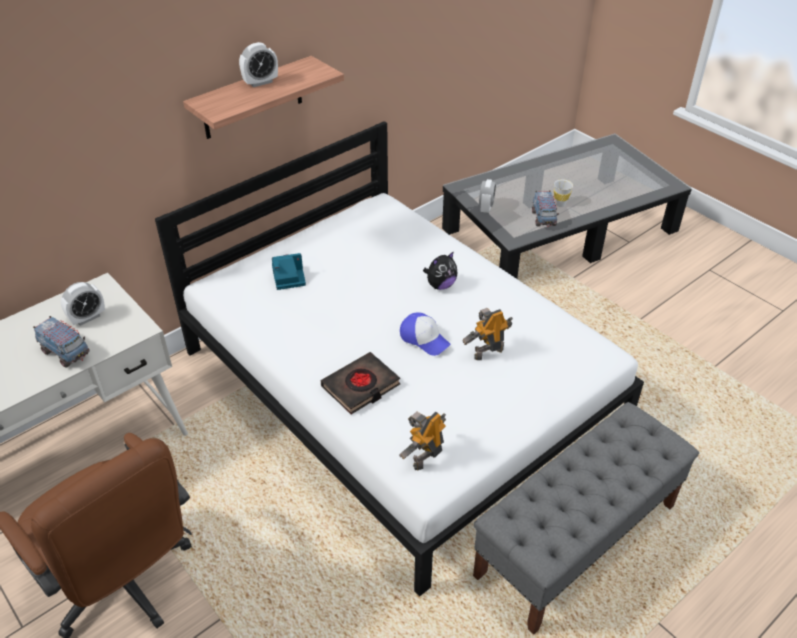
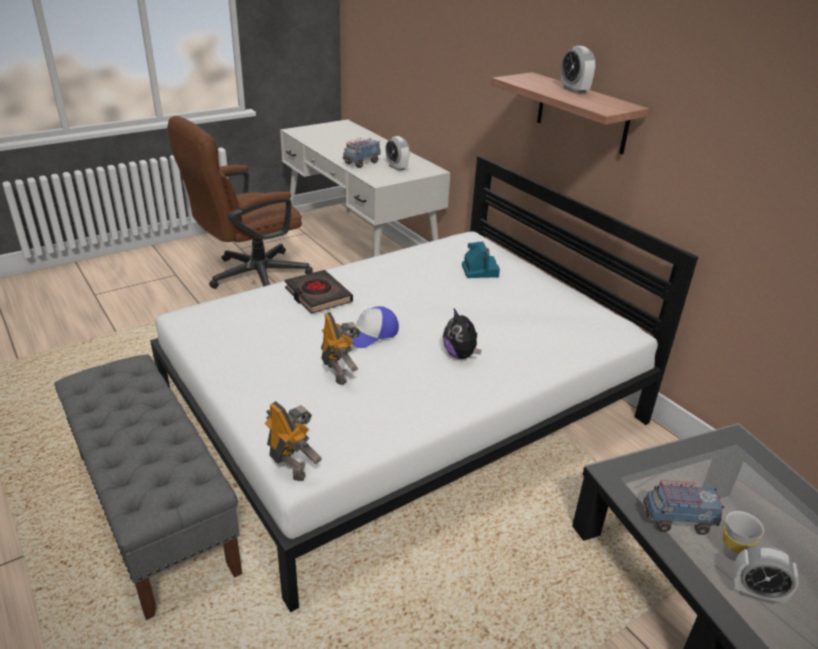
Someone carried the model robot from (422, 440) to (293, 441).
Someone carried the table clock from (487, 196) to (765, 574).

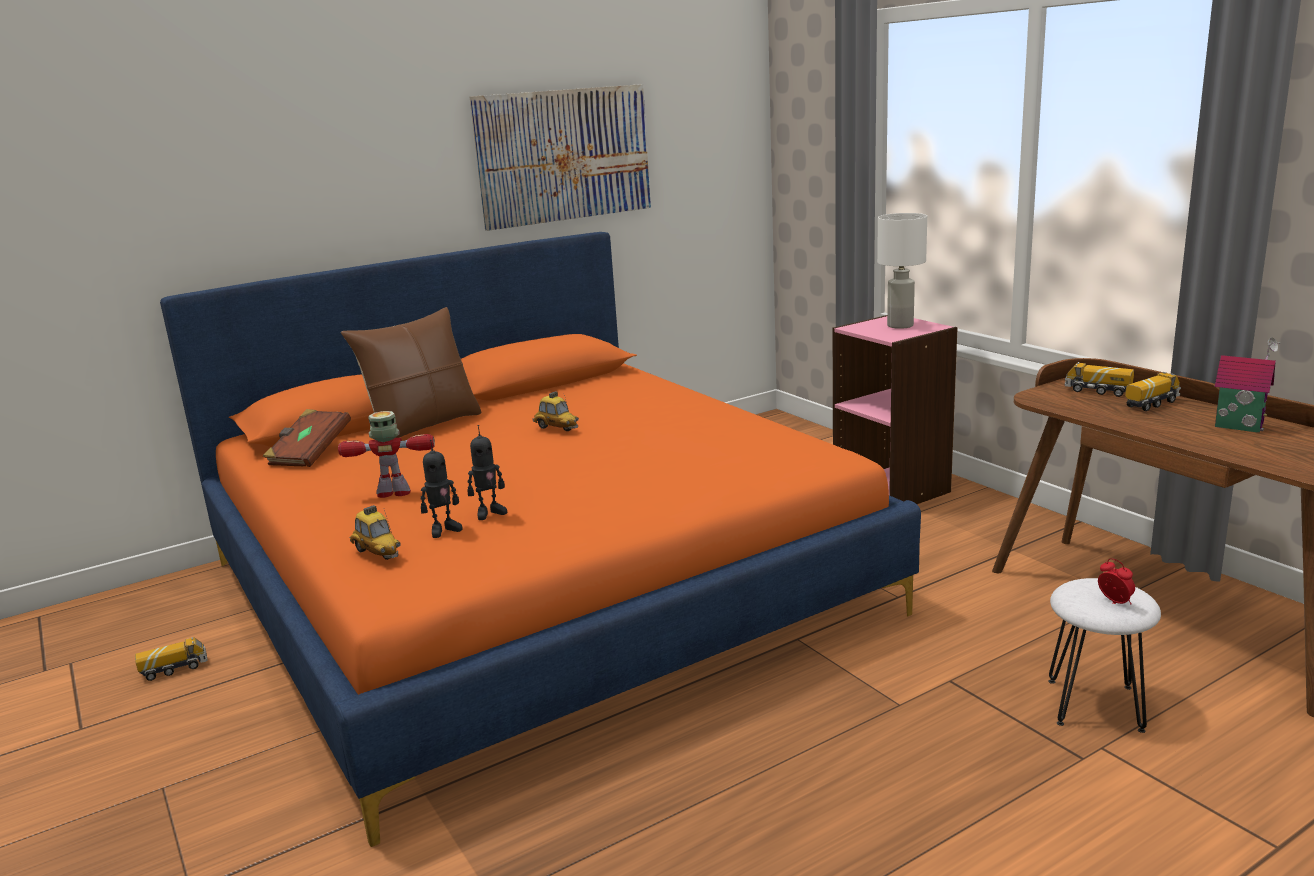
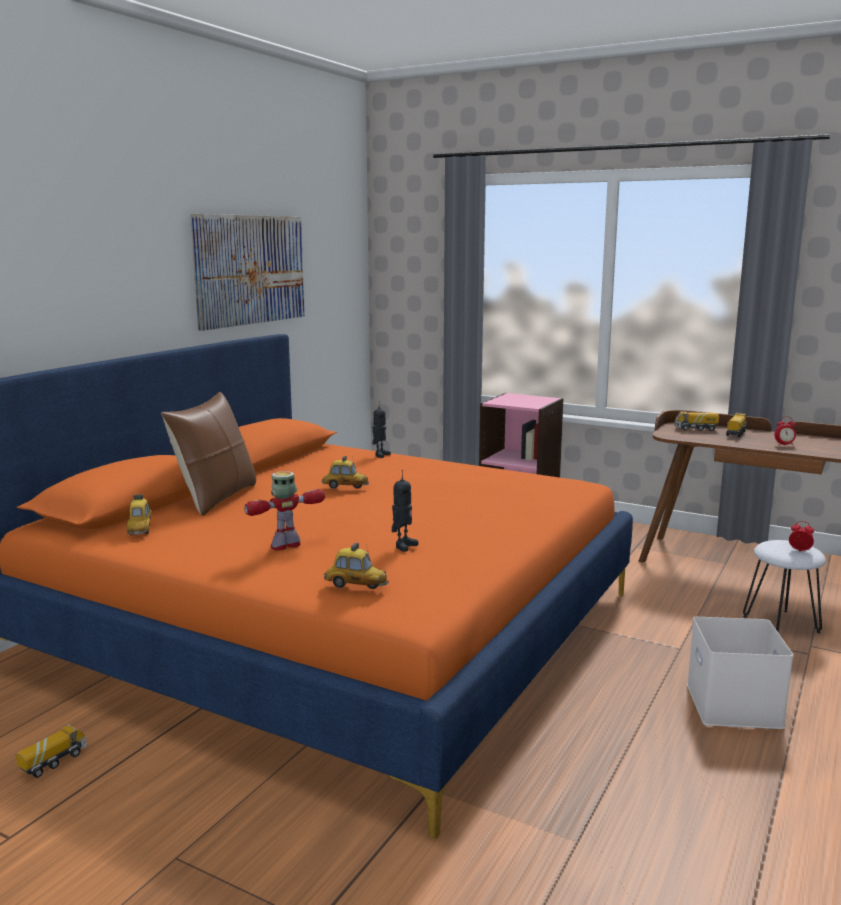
Someone took away the whitish tabletop lamp at (902, 271).
Someone took away the toy house at (1248, 385).
Someone put down the whitish storage bin at (740, 673).
Someone put down the table clock at (785, 431).
Someone carried the model robot from (442, 489) to (382, 430).
Someone swapped the brownish volume at (307, 438) for the miniature car at (139, 515).

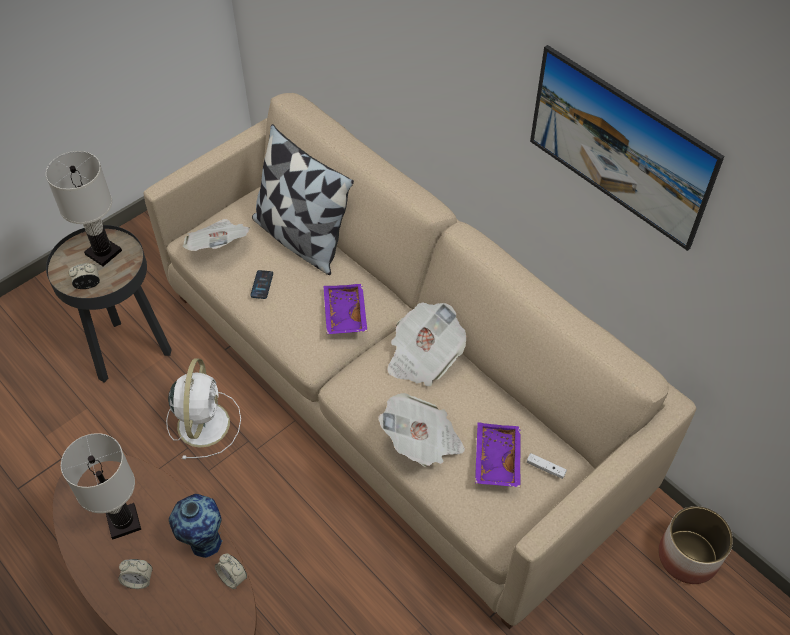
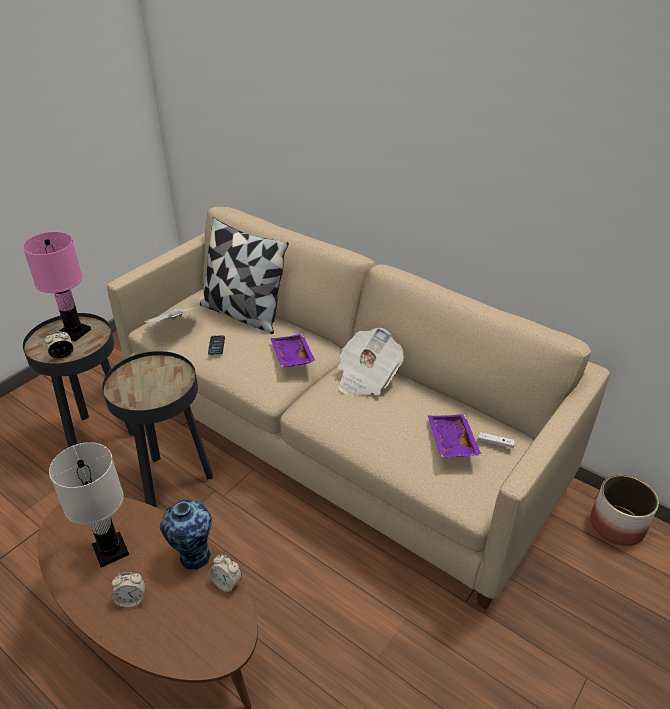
Someone took away the printed paper at (421, 430).
Someone took away the picture at (627, 148).
Someone swapped the whitish fan at (203, 409) for the blackish side table at (157, 429).
Someone repainted the whitish tabletop lamp at (84, 208), which became the pink-coloured tabletop lamp at (57, 286).

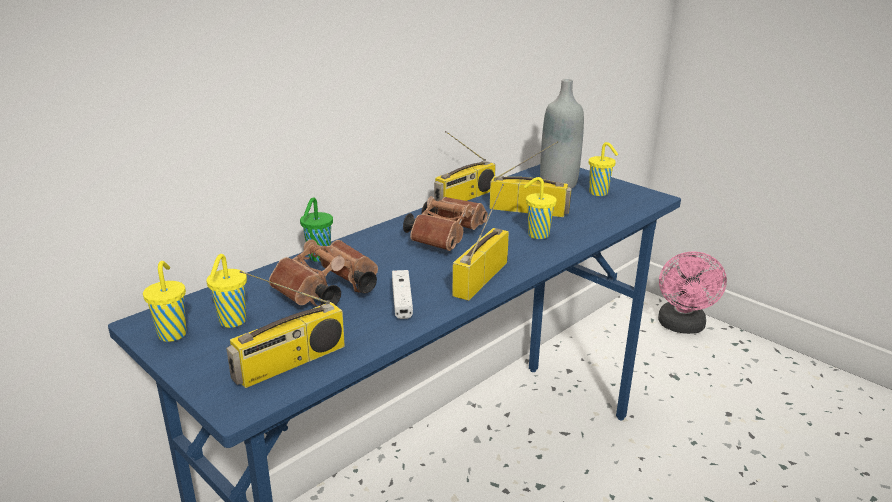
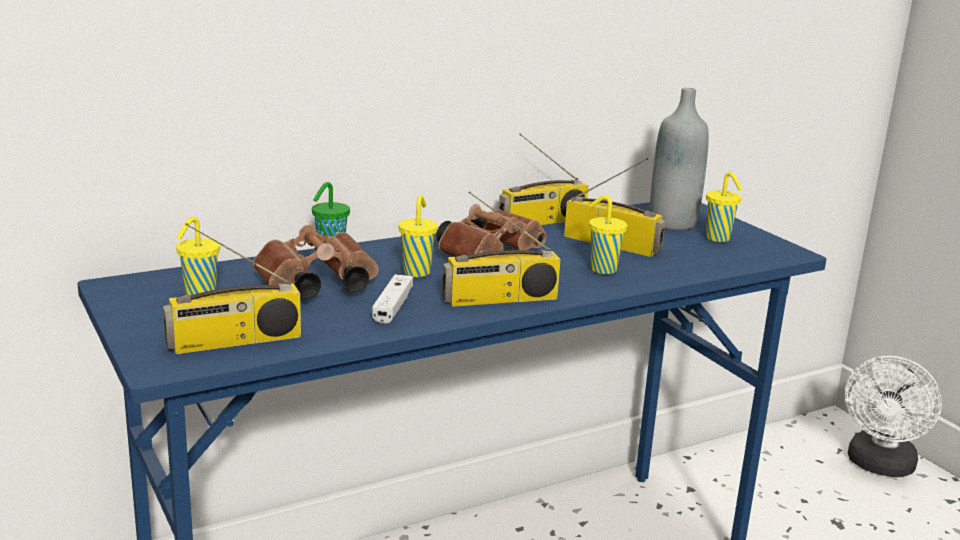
Someone carried the yellowish cup from (165, 301) to (418, 236).
Someone repainted the pink-coloured fan at (692, 293), which became the whitish fan at (893, 416).
Someone rotated the radio set at (480, 242) by 150 degrees counterclockwise.

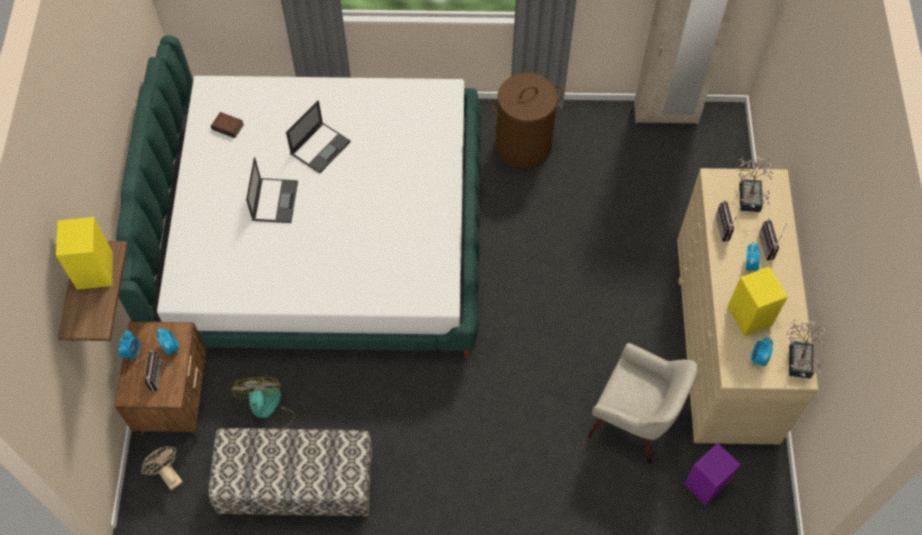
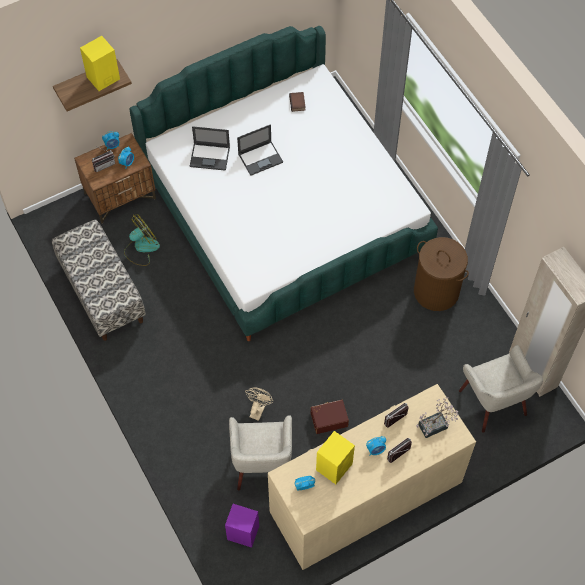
Someone took away the houseplant at (807, 349).
Someone put down the brownish storage bin at (330, 417).
Someone put down the sand-coloured lounge chair at (501, 389).
Someone carried the sand-coloured fan from (162, 468) to (259, 404).
Someone carried the portable computer from (318, 137) to (210, 148).

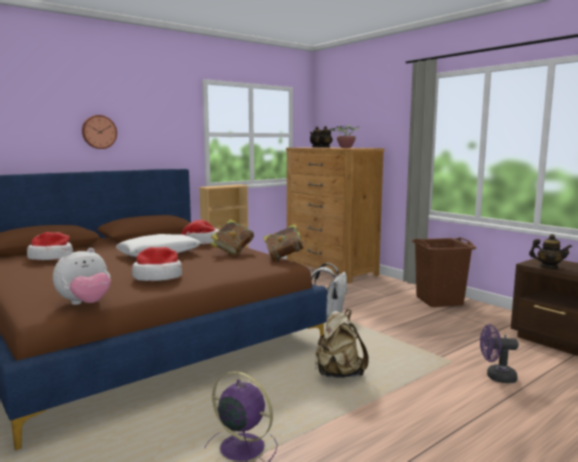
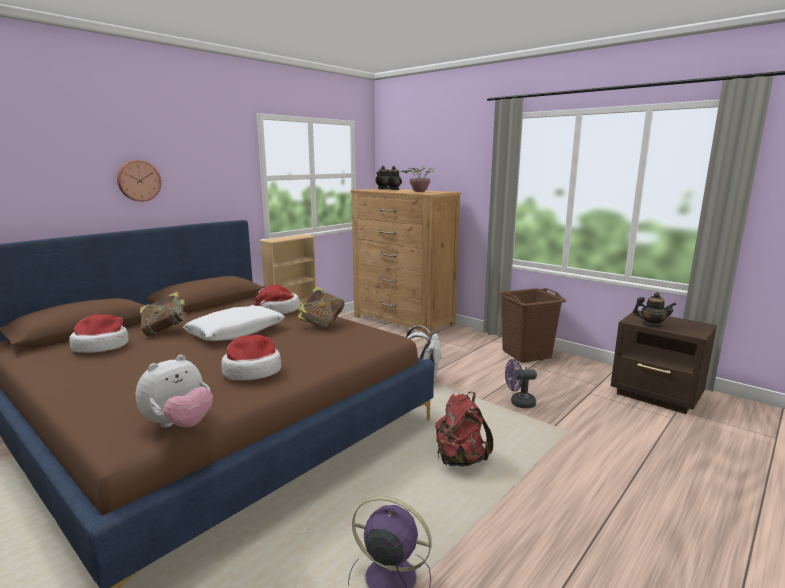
Someone carried the volume from (285, 242) to (163, 314).
Someone carried the purple-coloured fan from (499, 353) to (521, 383).
Someone repainted the sand-coloured knapsack at (342, 343), which became the reddish knapsack at (464, 429).

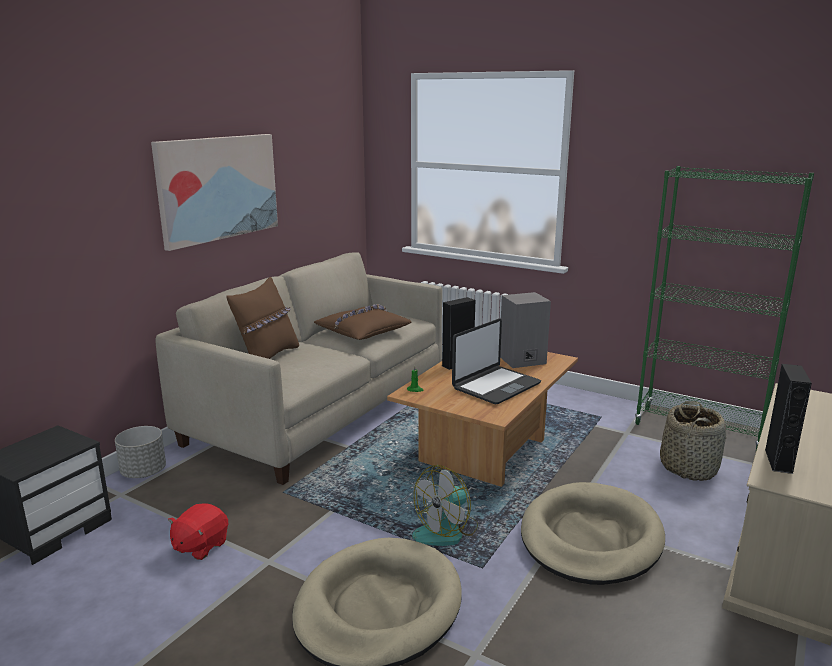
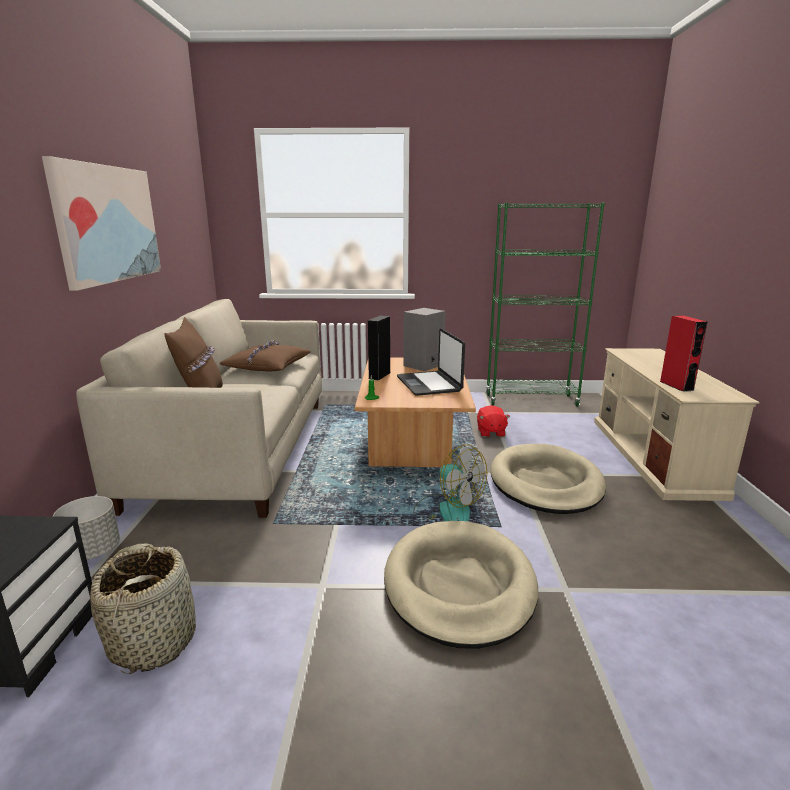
Someone carried the reddish plush toy from (198, 531) to (493, 421).
Someone carried the household basket from (693, 441) to (143, 609).
Someone repainted the blackish loudspeaker at (788, 419), which became the reddish loudspeaker at (684, 353).
Someone rotated the fan at (445, 505) by 60 degrees counterclockwise.
Someone rotated the portable computer at (496, 361) by 150 degrees clockwise.

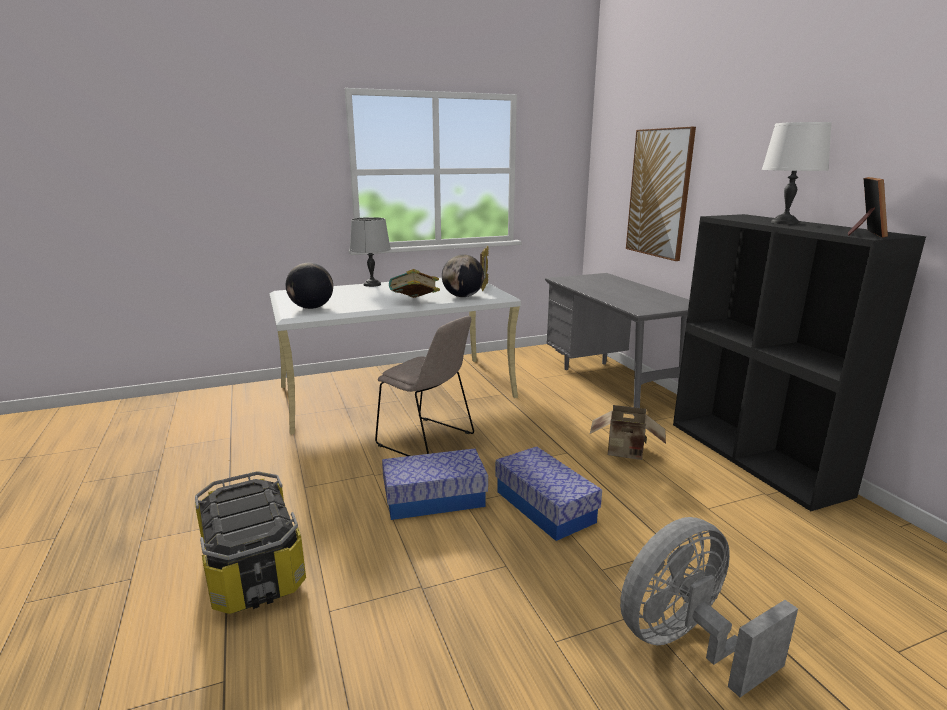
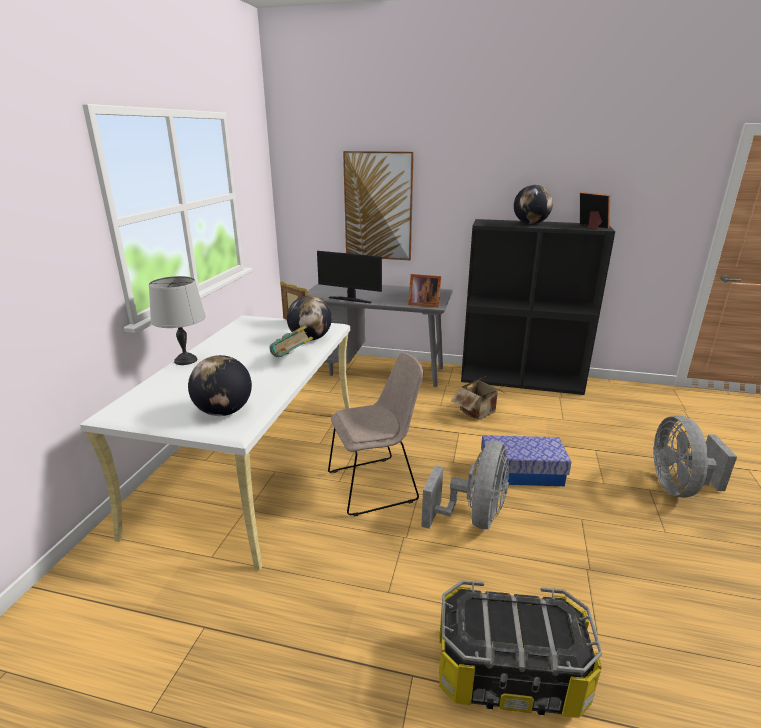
Someone put down the computer screen at (349, 277).
Someone put down the picture frame at (424, 290).
Someone swapped the storage bin at (435, 484) for the gray fan at (465, 484).
Someone swapped the whitish tabletop lamp at (796, 173) for the globe at (533, 204).

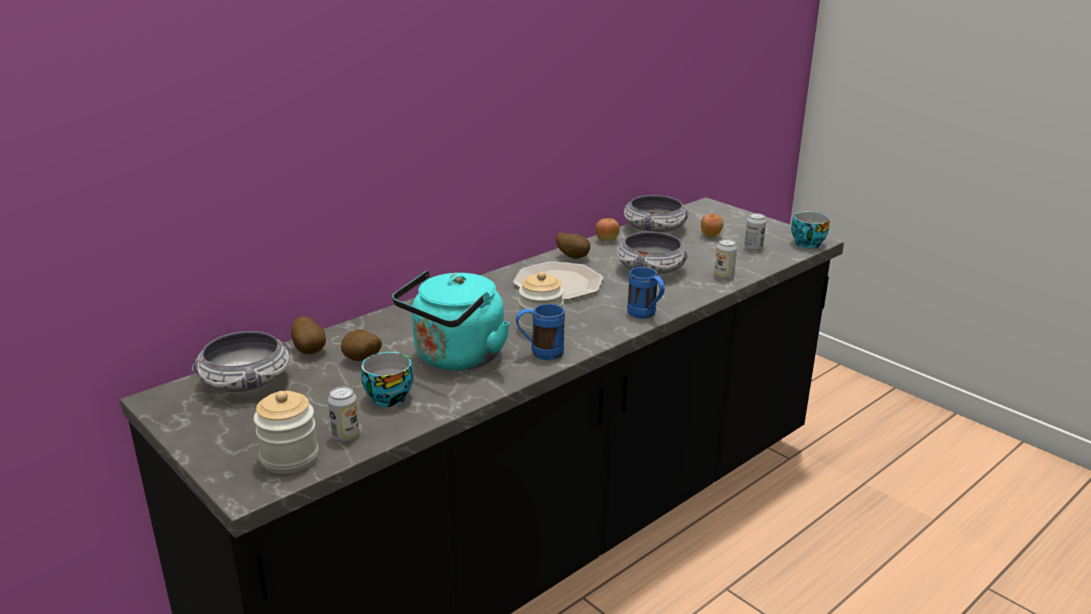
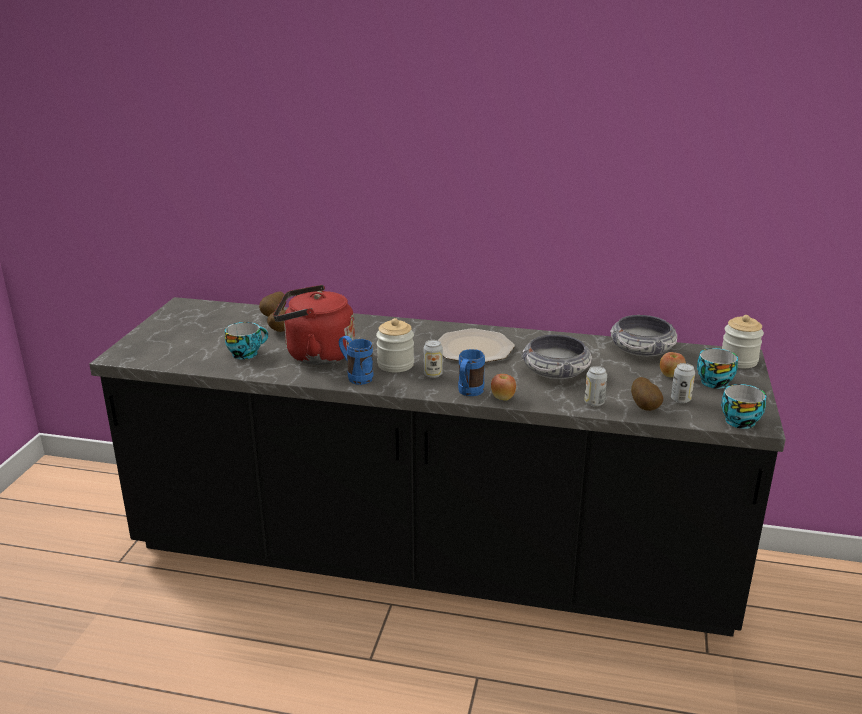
Someone took away the deep dish at (241, 362).
Someone put down the cup at (717, 368).
Someone carried the preserve jar from (286, 432) to (743, 341).
Someone carried the metal can from (344, 414) to (433, 359).
Someone carried the spud from (573, 245) to (647, 394).
Someone carried the whole apple from (607, 230) to (503, 387).
Someone repainted the blue-green water kettle at (451, 321), which became the reddish water kettle at (314, 325).

